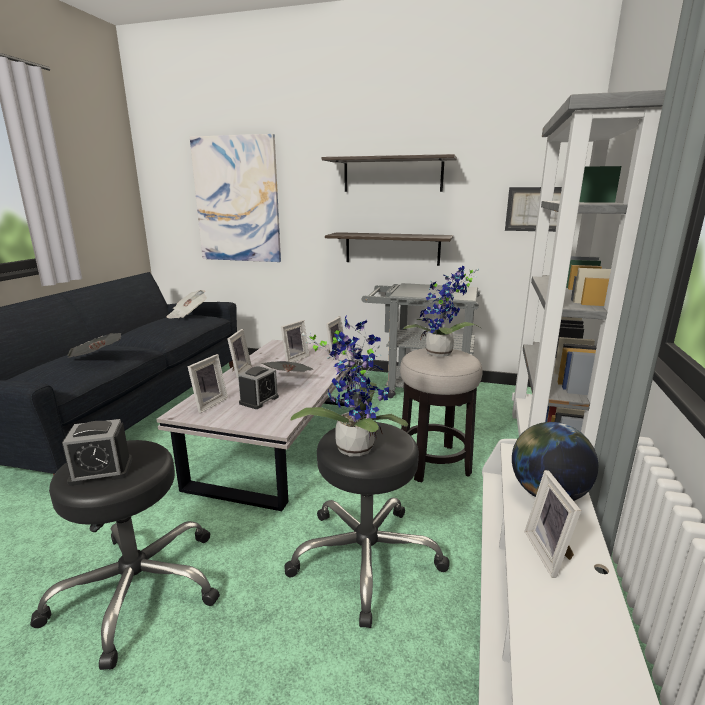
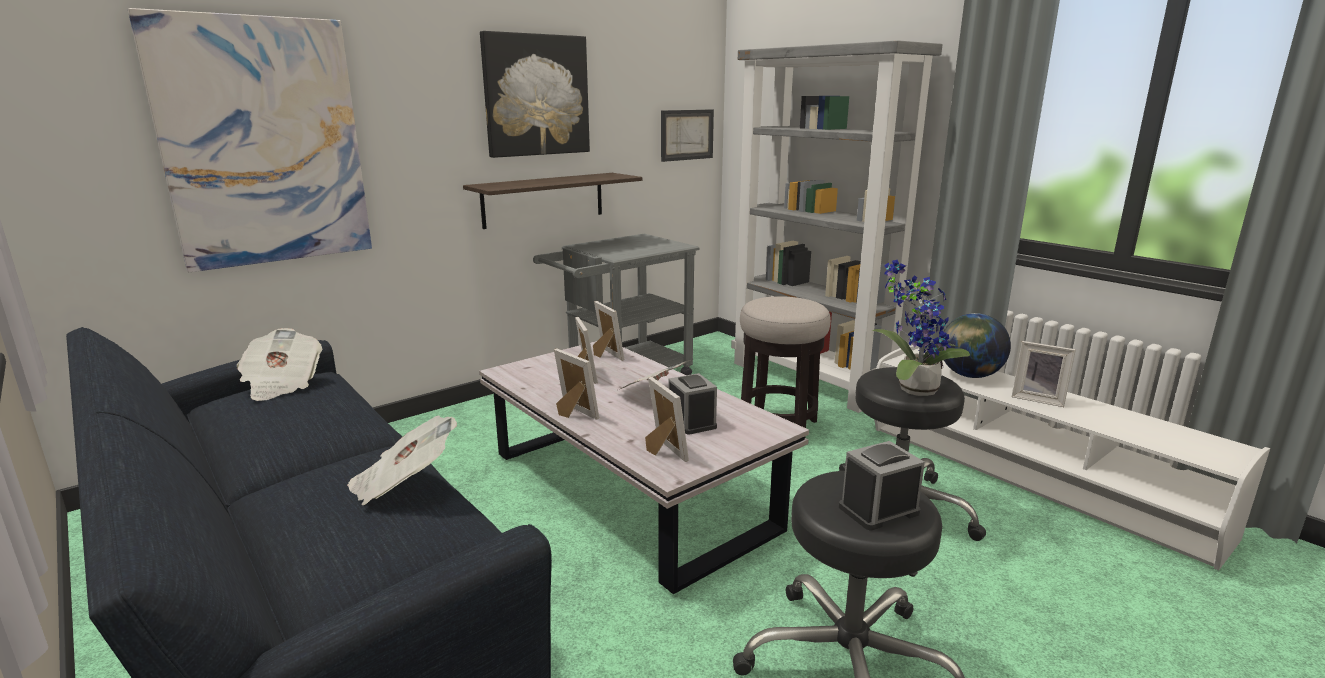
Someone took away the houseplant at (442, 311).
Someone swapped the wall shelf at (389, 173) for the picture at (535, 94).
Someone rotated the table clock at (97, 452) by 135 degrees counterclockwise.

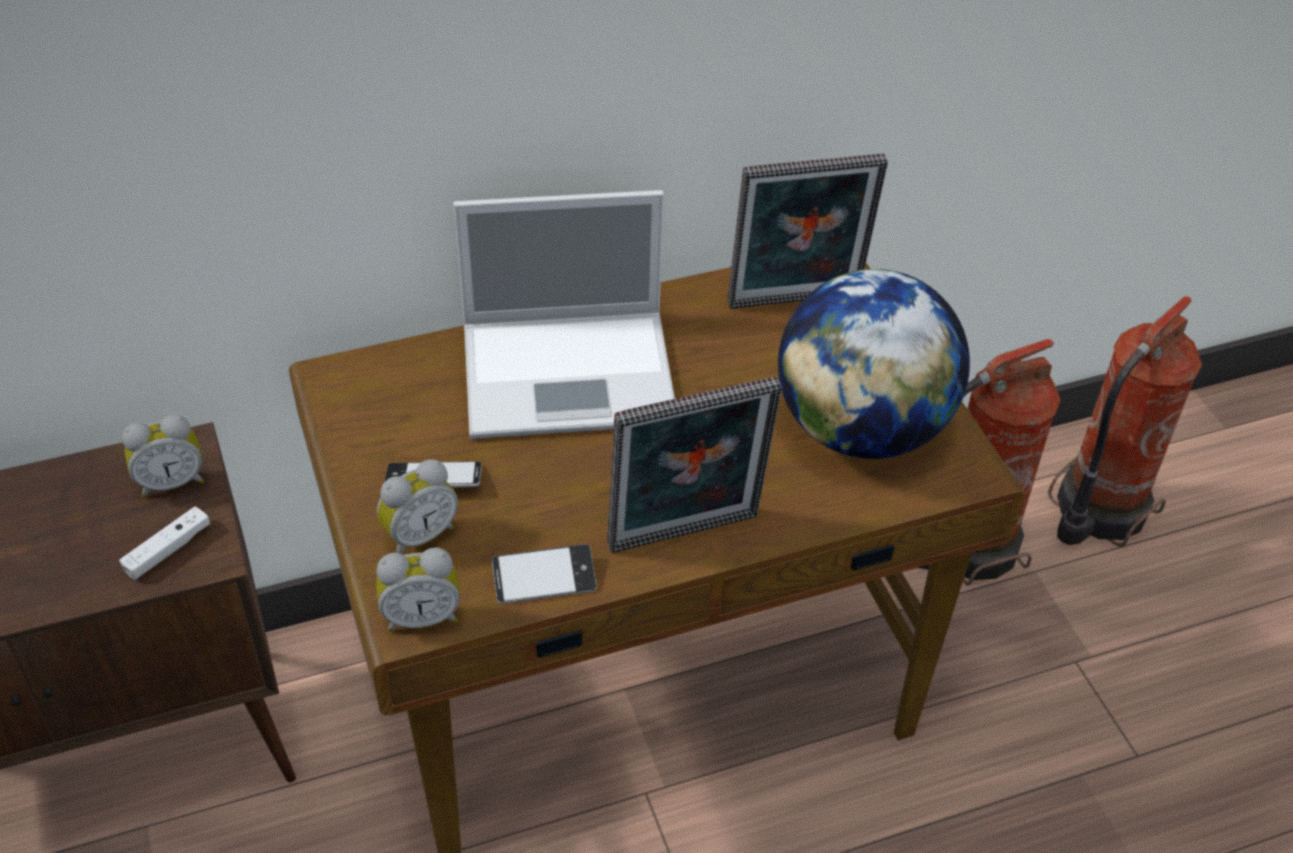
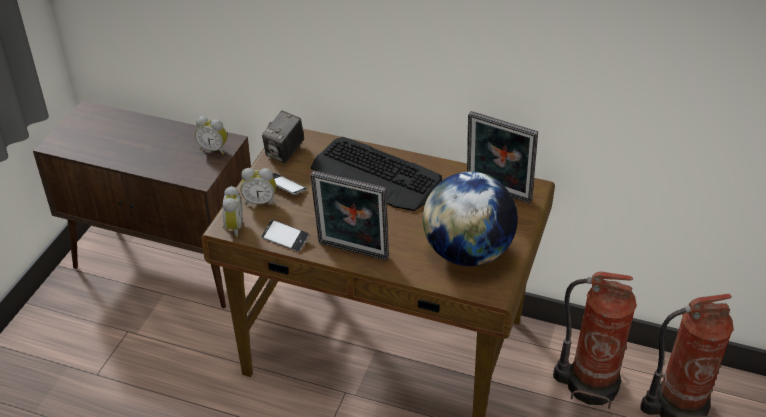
Someone took away the whitish joypad at (165, 543).
Someone put down the photo camera at (283, 137).
Someone swapped the portable computer at (564, 314) for the keyboard at (376, 174).
Someone rotated the table clock at (418, 590) by 120 degrees counterclockwise.

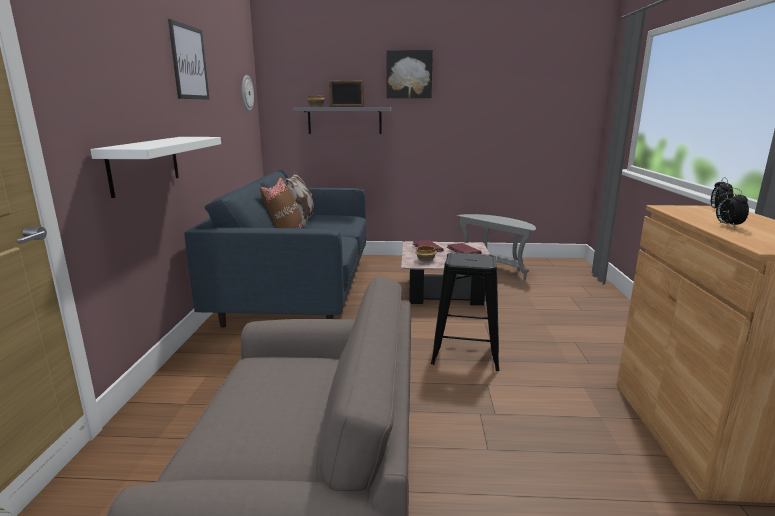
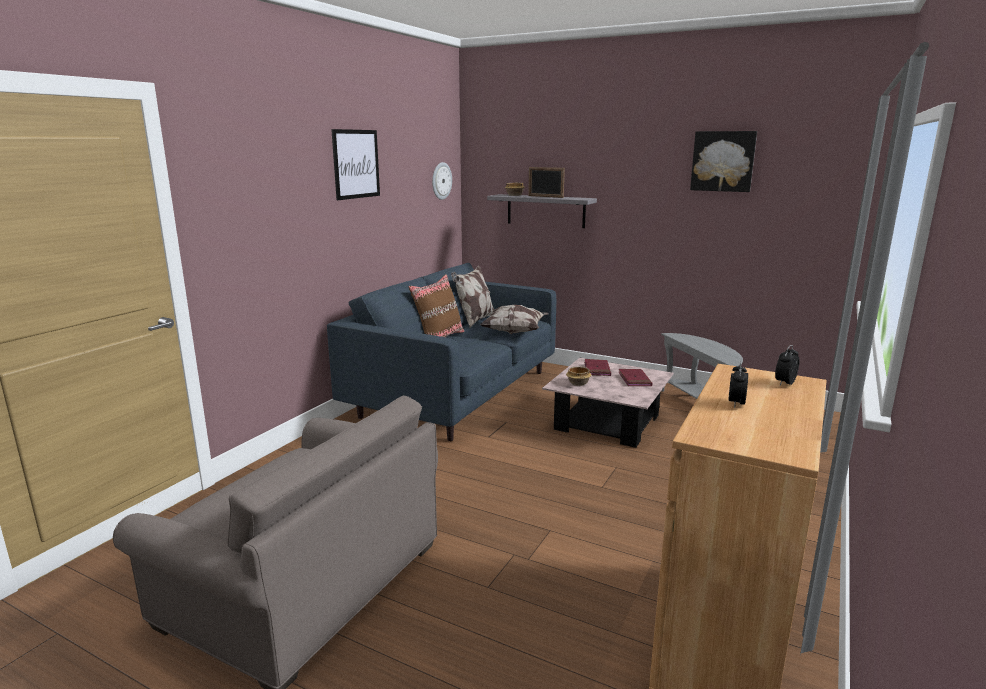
Someone took away the whitish wall shelf at (155, 167).
Someone took away the blackish stool seat at (465, 311).
Someone put down the throw pillow at (514, 319).
Someone carried the picture from (410, 74) to (723, 161).

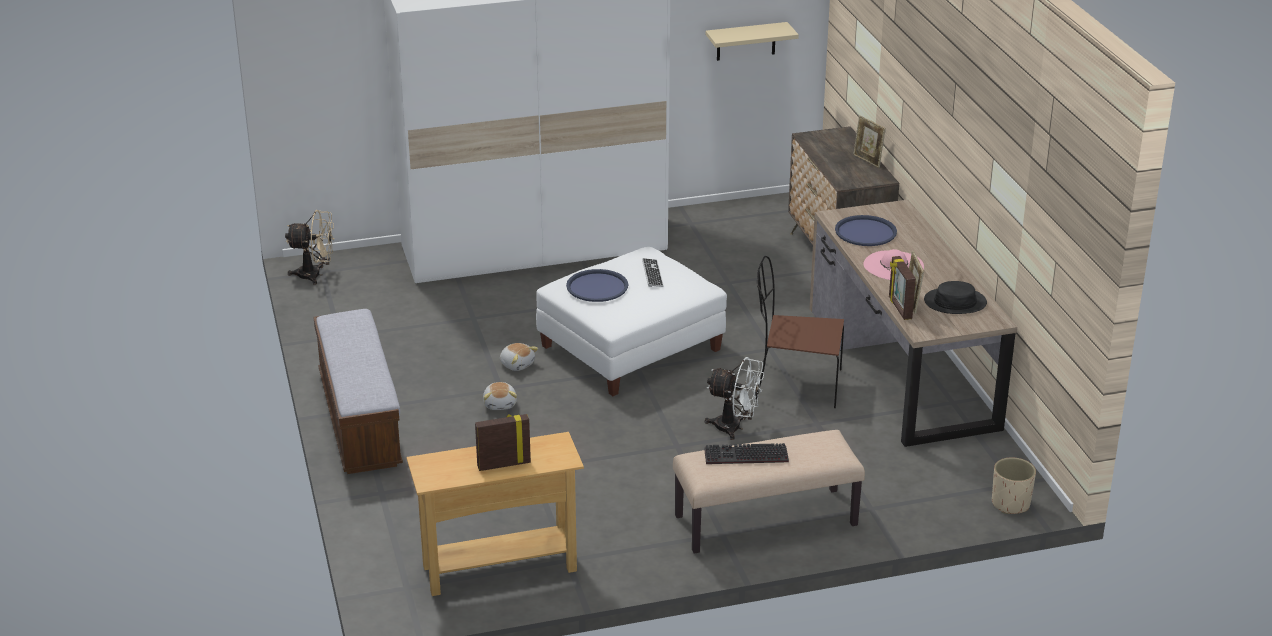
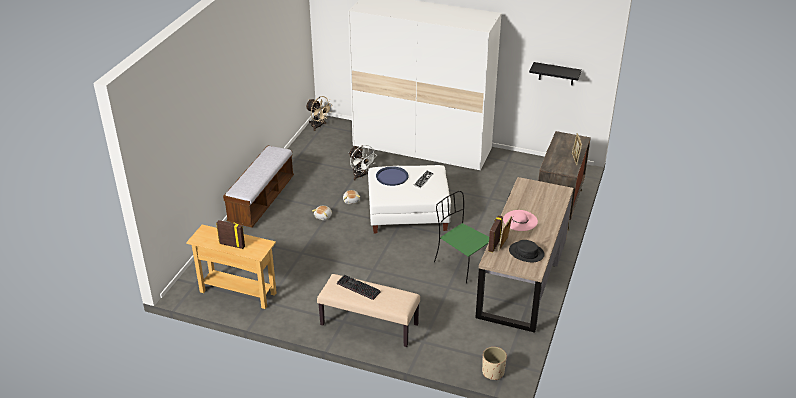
Someone took away the bluish carrying tray at (866, 230).
Someone carried the whitish fan from (734, 398) to (362, 162).
Someone repainted the sand-coloured wall shelf at (752, 41), which became the blackish wall shelf at (555, 73).
Someone repainted the brownish chair at (800, 332), which became the greenish chair at (461, 237).

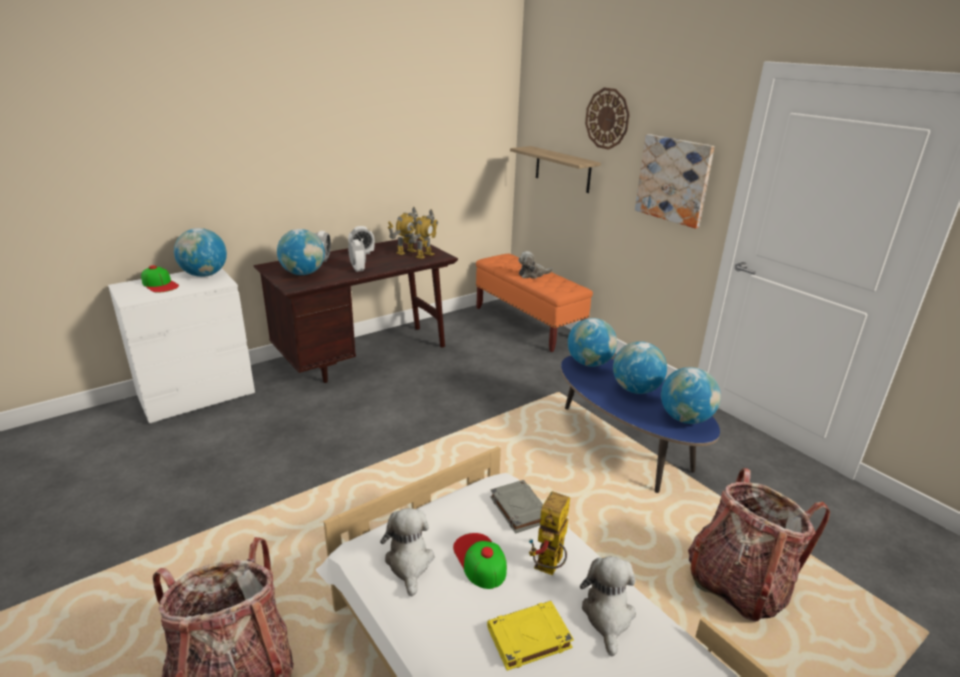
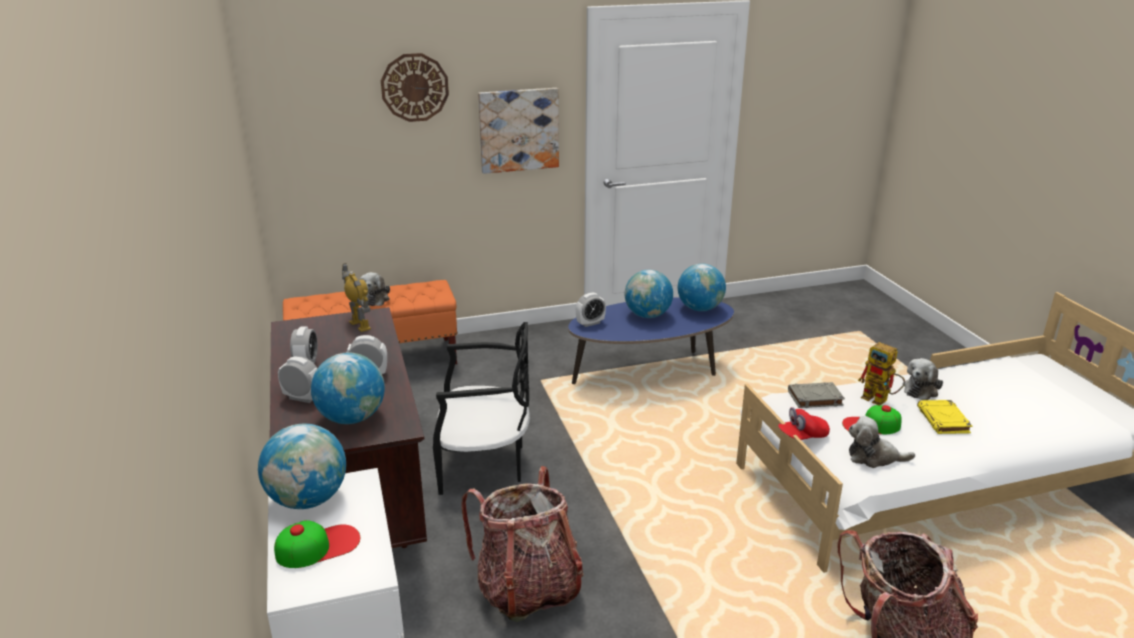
Someone took away the model robot at (403, 231).
Someone took away the wall shelf at (555, 169).
Someone put down the blackish chair at (481, 408).
Someone put down the reddish cap at (804, 423).
Someone carried the knapsack from (759, 545) to (522, 544).
Someone swapped the globe at (592, 342) for the table clock at (591, 309).
Someone rotated the plush toy at (608, 606) by 75 degrees counterclockwise.

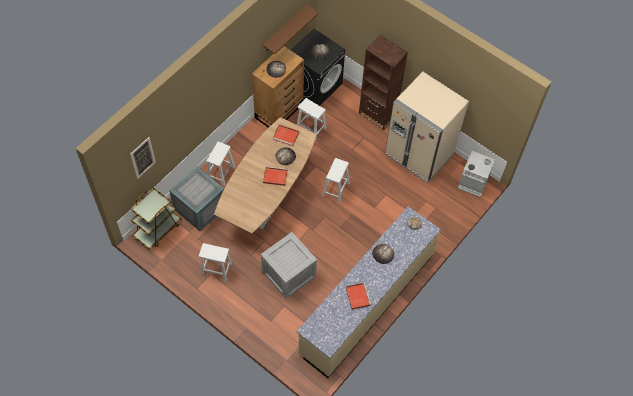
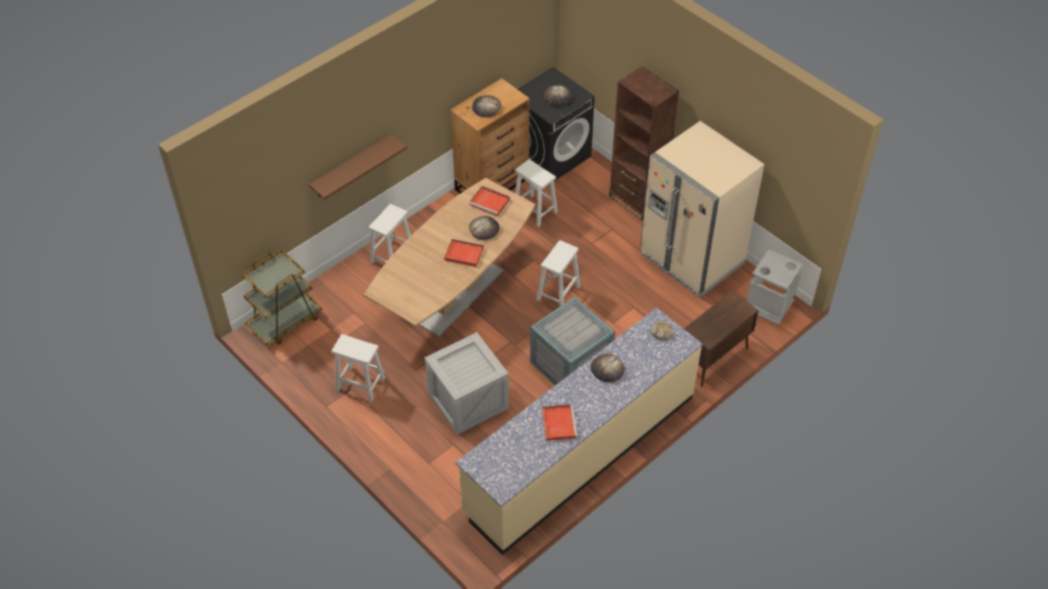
Someone took away the picture at (143, 158).
Someone put down the brownish cabinet at (721, 339).
Someone carried the crate from (196, 199) to (572, 341).
Someone carried the brownish wall shelf from (291, 29) to (358, 167).

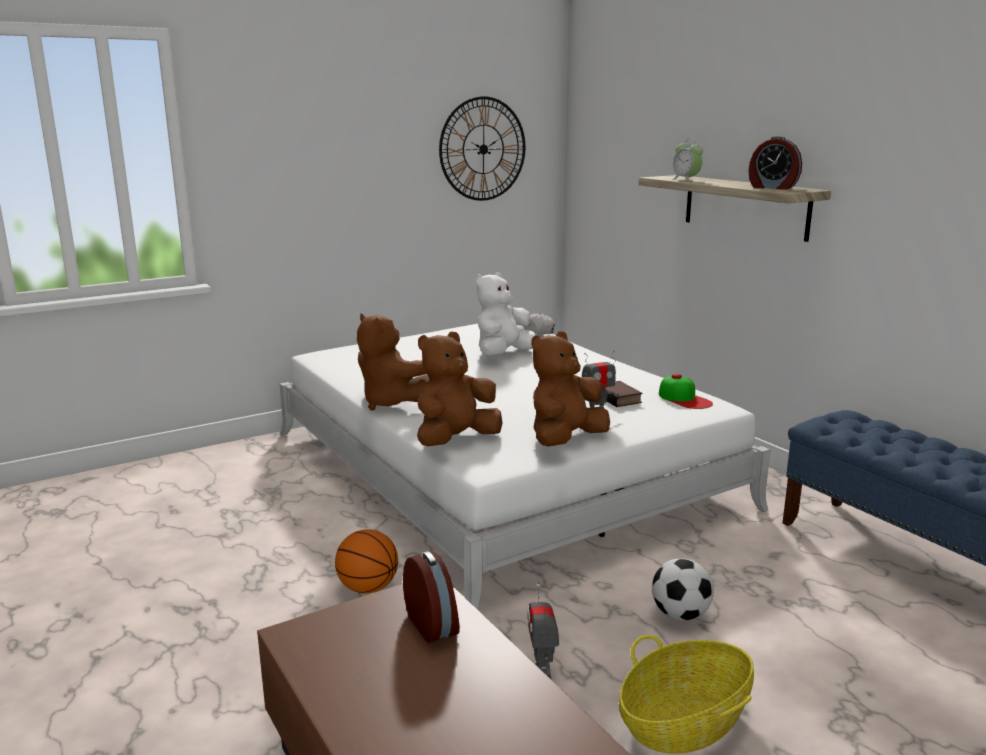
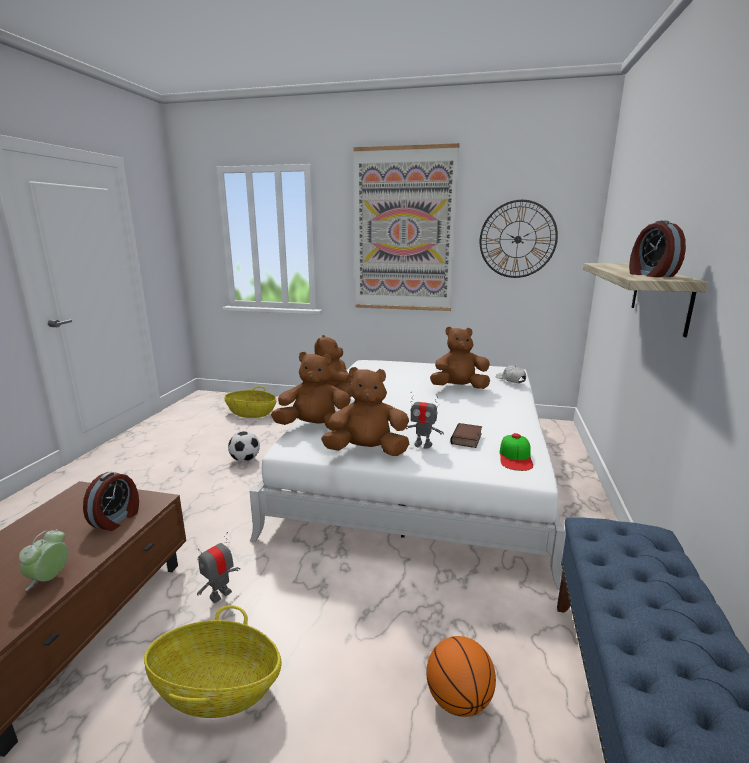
Someone put down the household basket at (250, 402).
Someone put up the picture at (406, 227).
Someone carried the basketball ball from (366, 561) to (461, 676).
Someone carried the football ball from (683, 589) to (244, 446).
Someone carried the table clock from (688, 160) to (43, 560).
Someone repainted the whitish plush toy at (505, 314), which became the brownish plush toy at (460, 358).

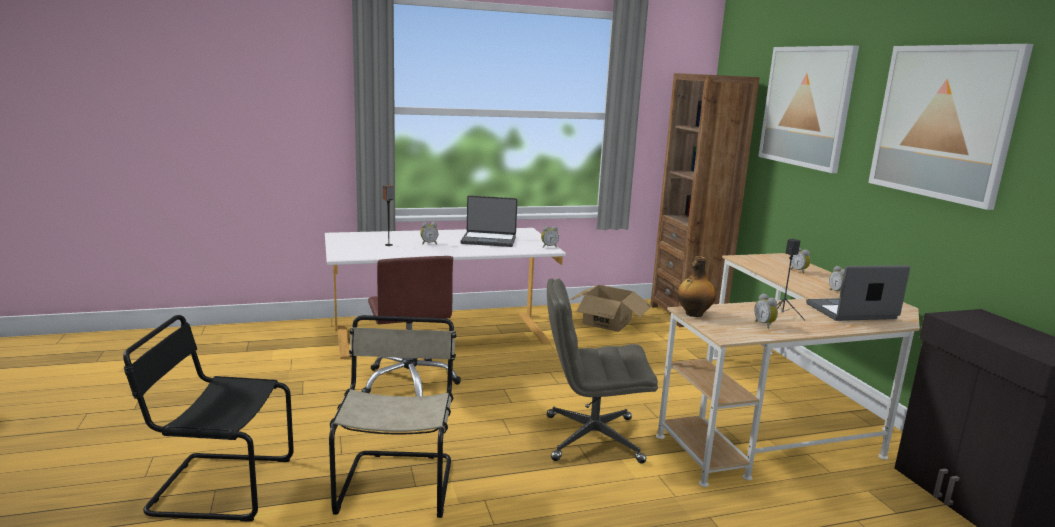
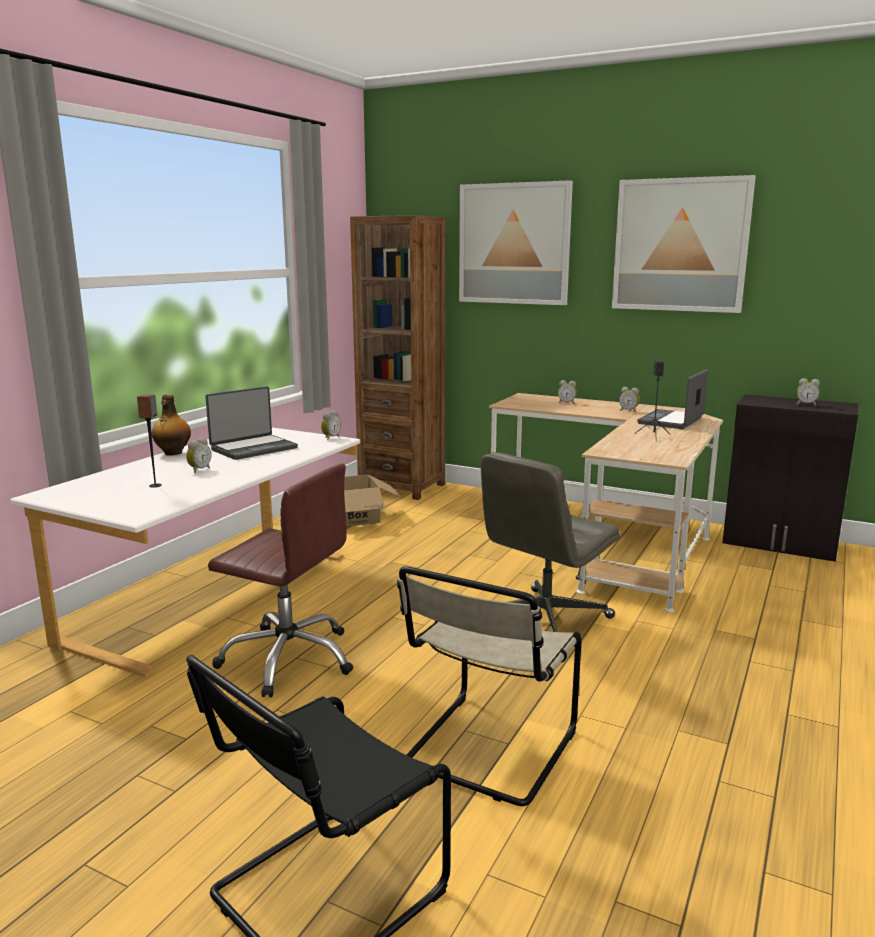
Someone carried the beverage bottle from (696, 286) to (171, 425).
Someone carried the table clock from (766, 311) to (808, 392).
Someone rotated the sand-coloured chair at (393, 416) by 105 degrees counterclockwise.

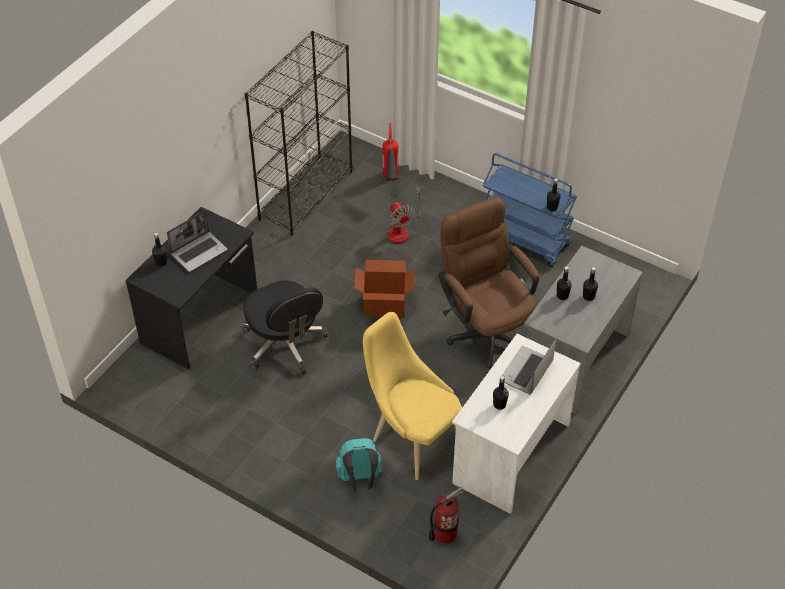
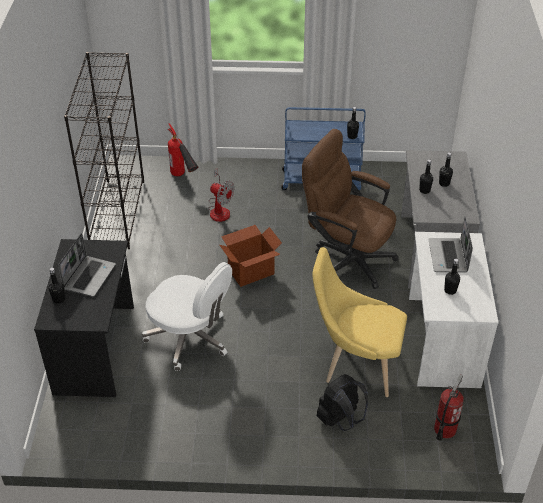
Someone repainted the blackish computer chair at (285, 328), which became the whitish computer chair at (187, 316).
Someone repainted the blue-green knapsack at (359, 464), which became the blackish knapsack at (342, 402).

